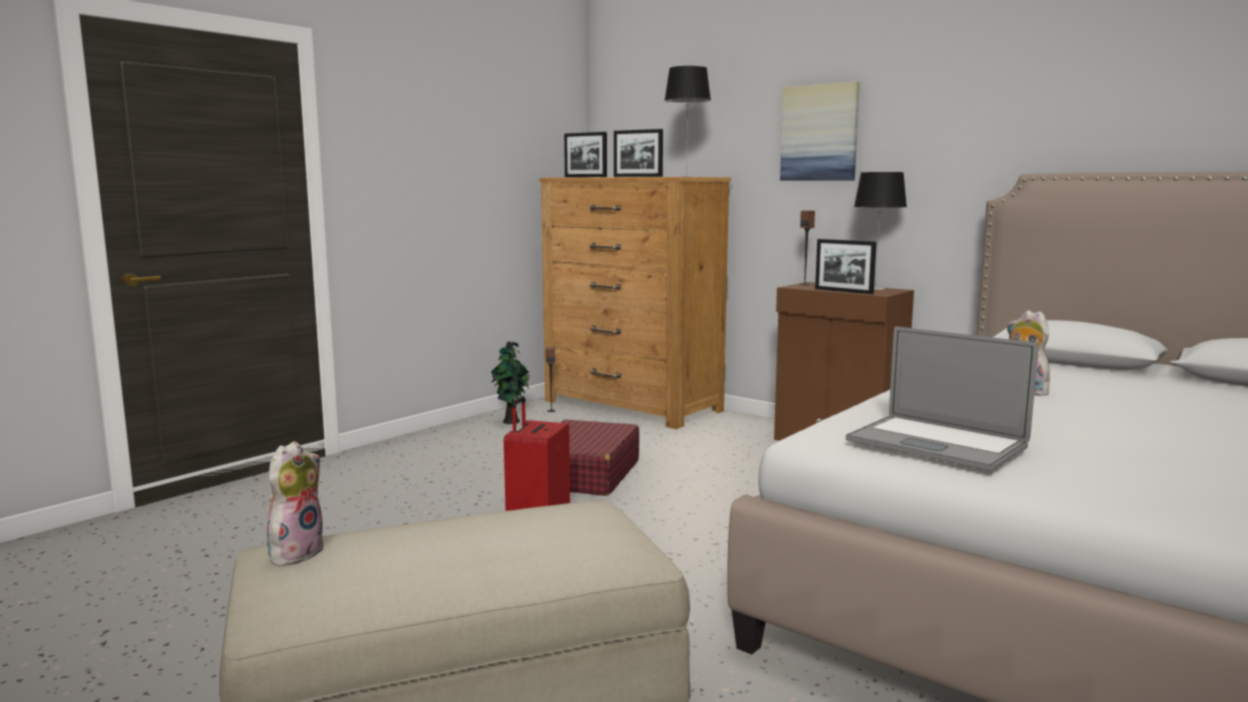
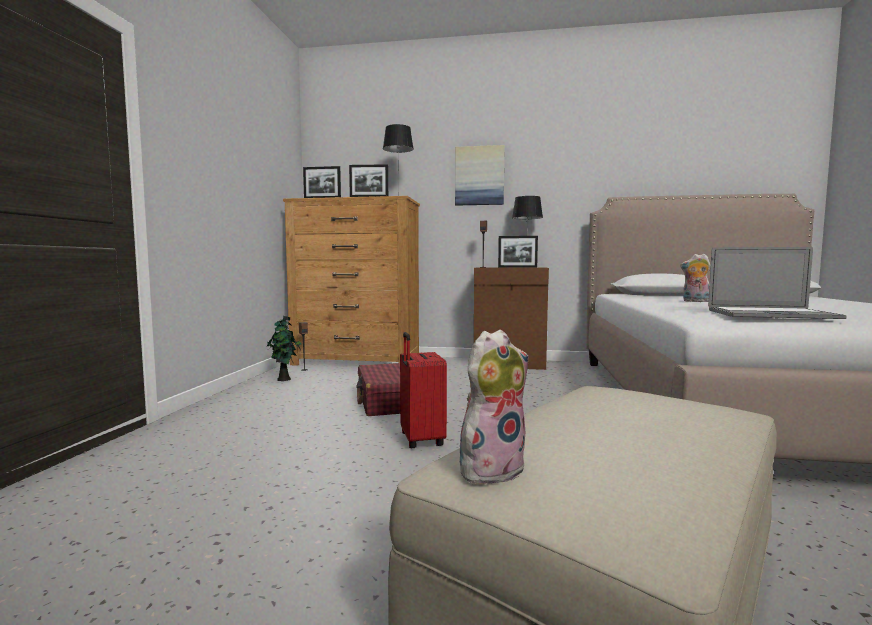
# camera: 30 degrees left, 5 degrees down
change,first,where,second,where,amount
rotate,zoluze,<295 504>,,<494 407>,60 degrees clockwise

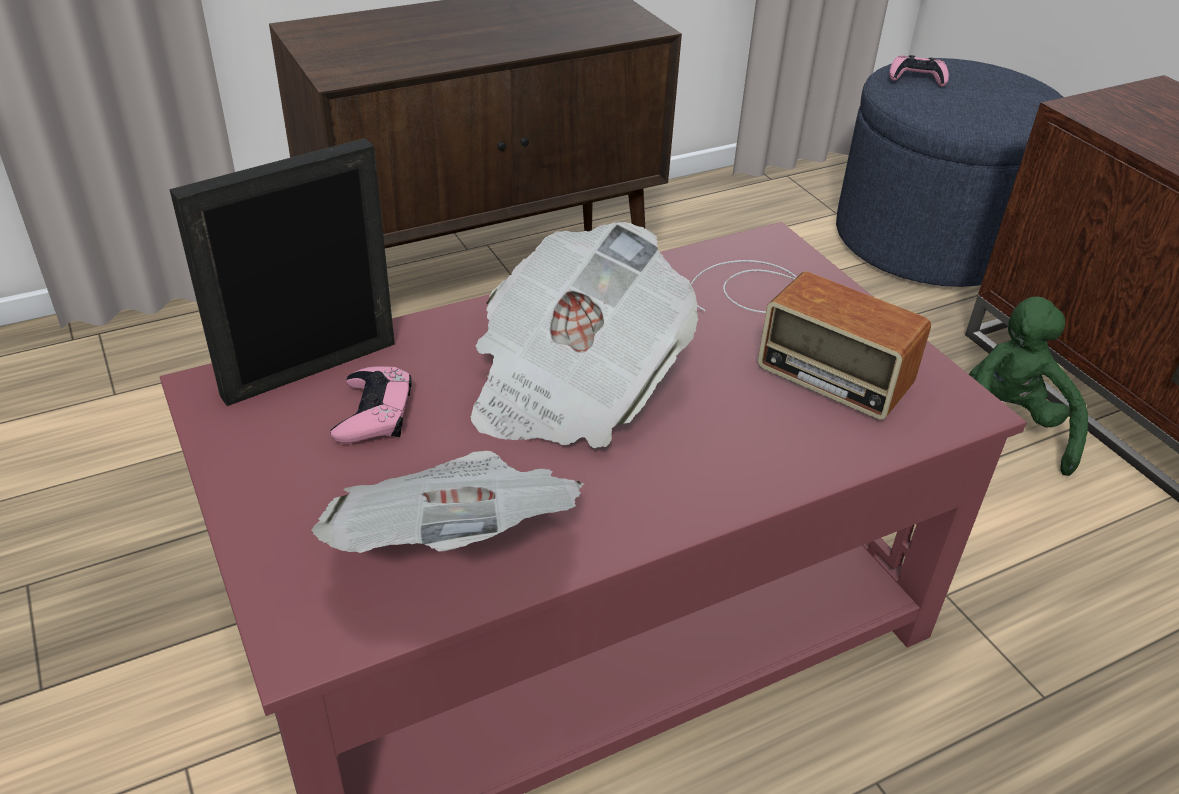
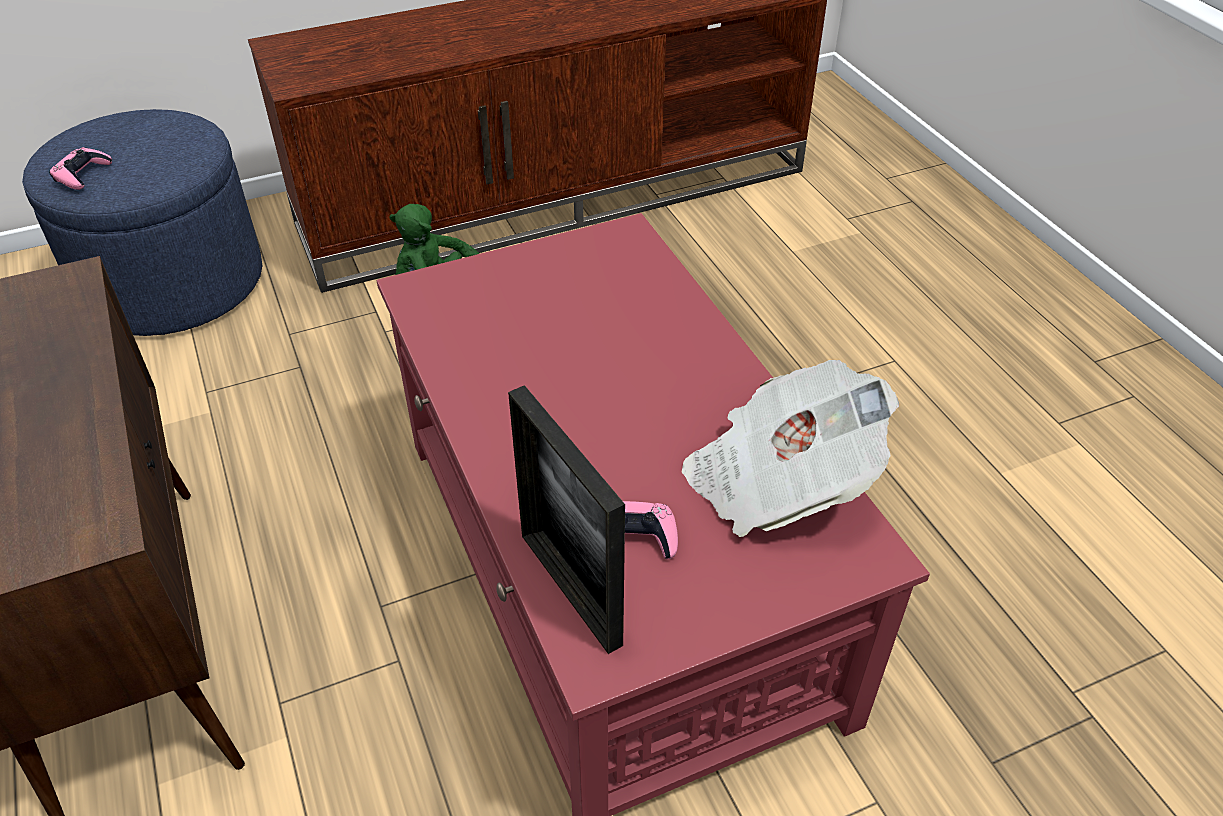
# camera: 85 degrees left, 5 degrees up
change,first,where,second,where,amount
delete,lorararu,<584 335>,,,
delete,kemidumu,<810 340>,,,

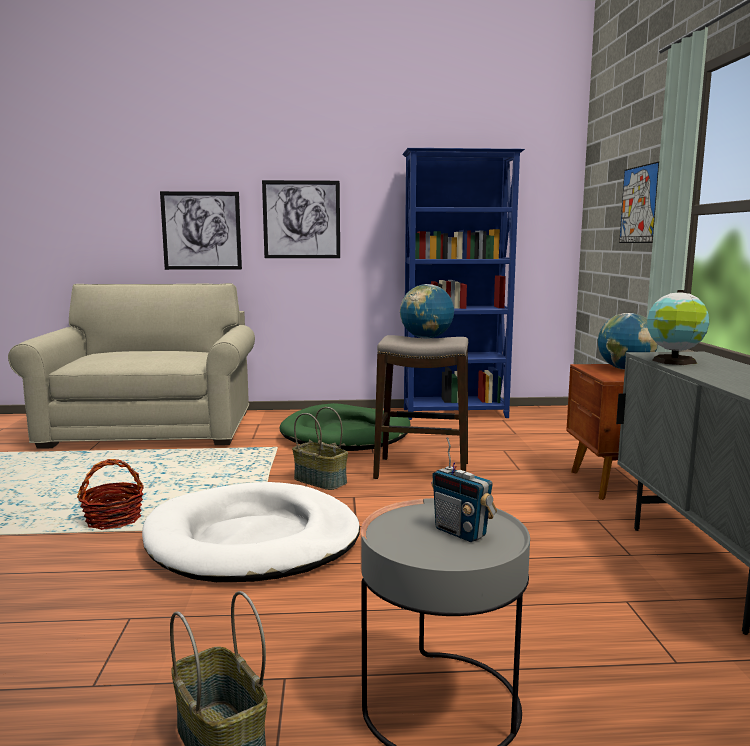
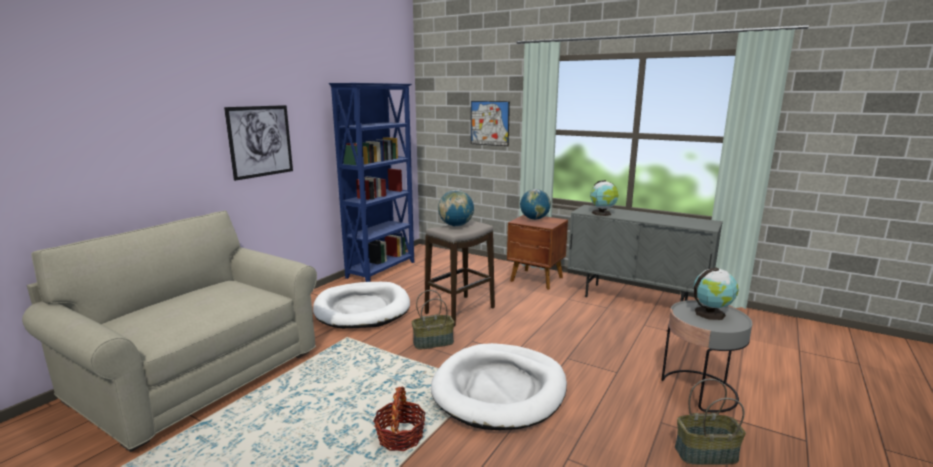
# camera: 55 degrees left, 5 degrees up
change,first,where,second,where,amount
recolor,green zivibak,<345 427>,white zivibak,<361 305>,
replace,kemidumu,<464 489>,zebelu,<716 293>,
delete,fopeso,<201 230>,,,

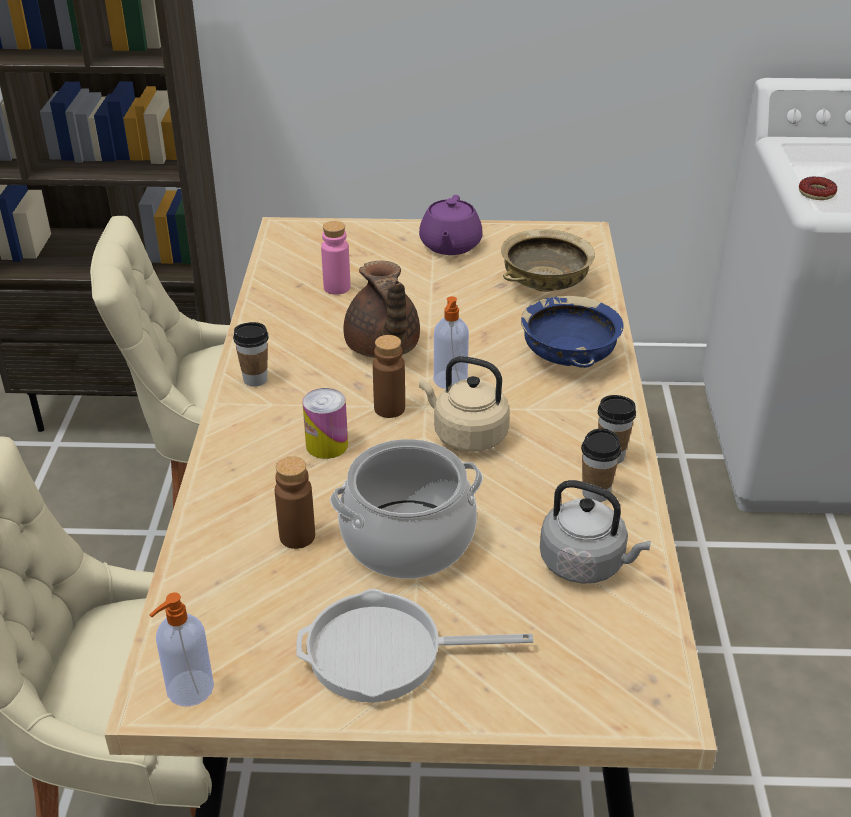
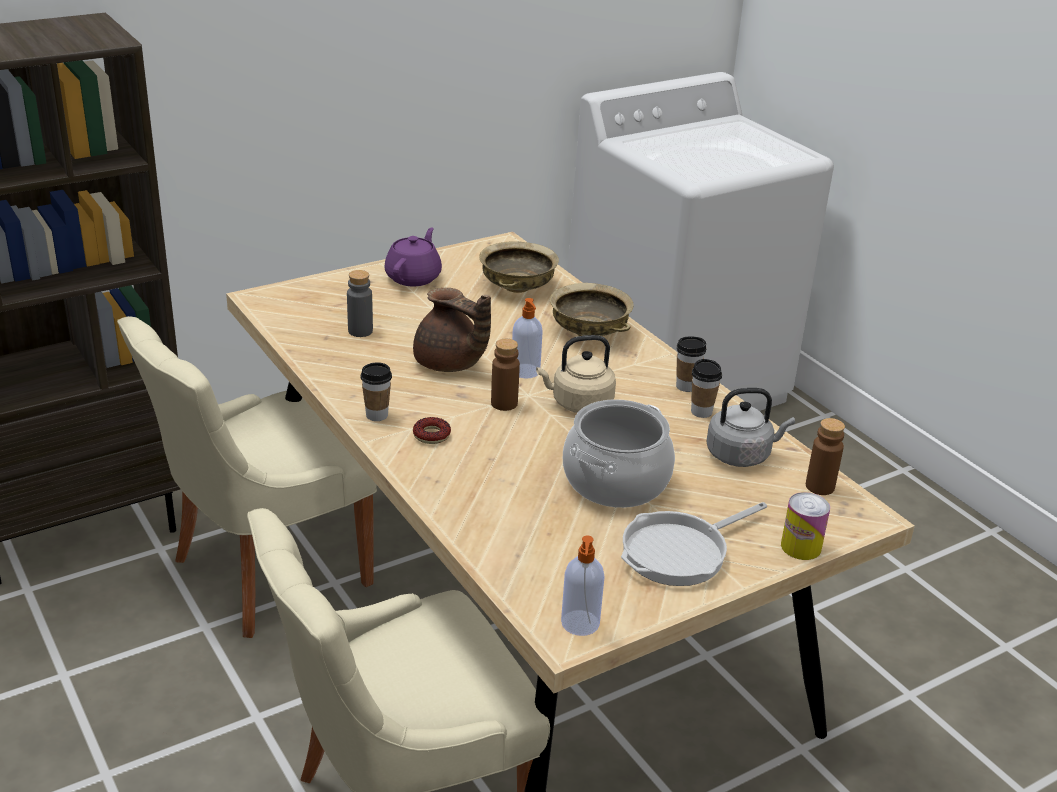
# camera: 35 degrees left, 5 degrees down
change,first,where,second,where,amount
recolor,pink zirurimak,<335 258>,grey zirurimak,<360 303>,
rotate,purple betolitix,<451 225>,,<413 256>,135 degrees counterclockwise
move,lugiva,<818 188>,,<432 430>,
recolor,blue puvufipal,<572 332>,beige puvufipal,<591 309>,
move,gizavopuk,<325 423>,,<805 526>,
move,brown zirurimak,<295 502>,,<825 456>,

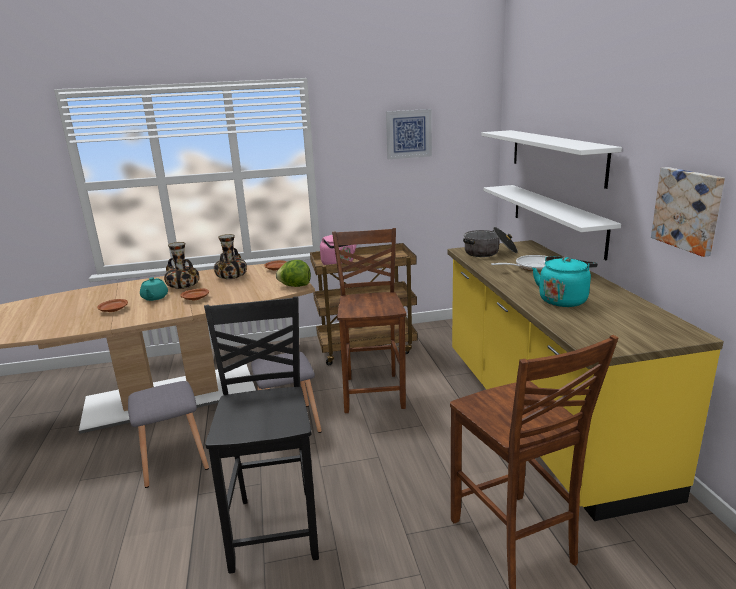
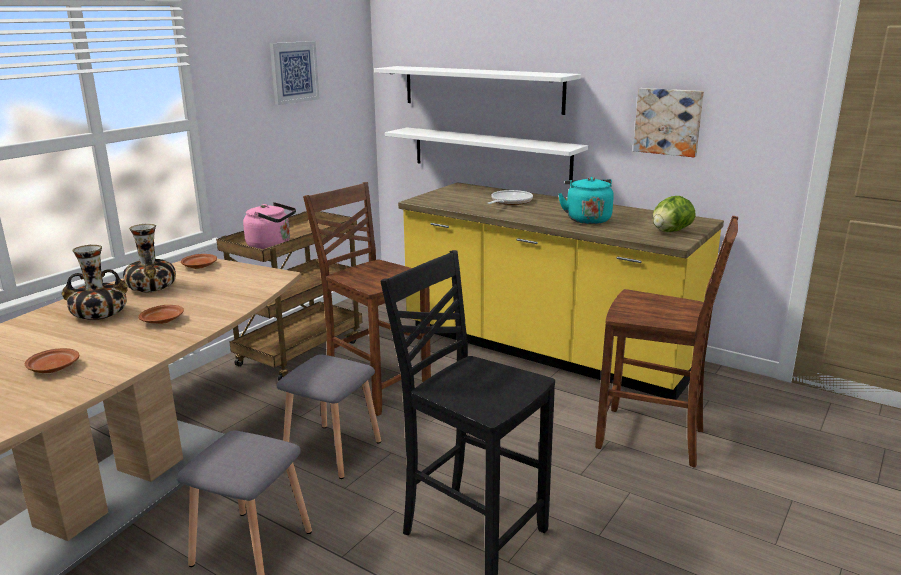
# camera: 45 degrees left, 0 degrees up
change,first,where,second,where,amount
move,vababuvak,<293 273>,,<674 214>,
delete,turquoise betolitix,<154 289>,,,
delete,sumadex,<490 242>,,,

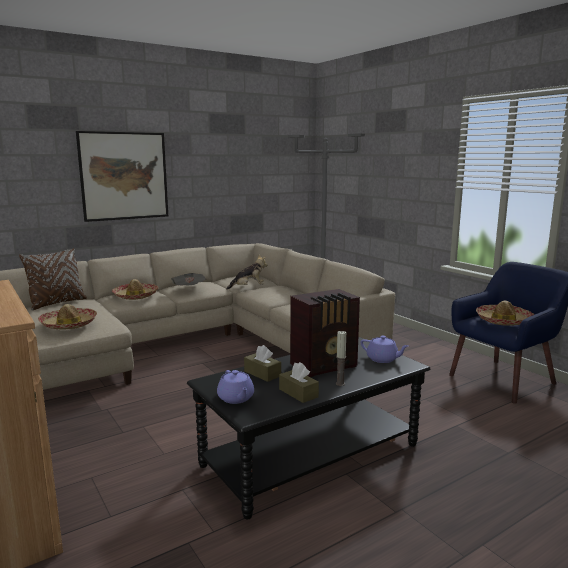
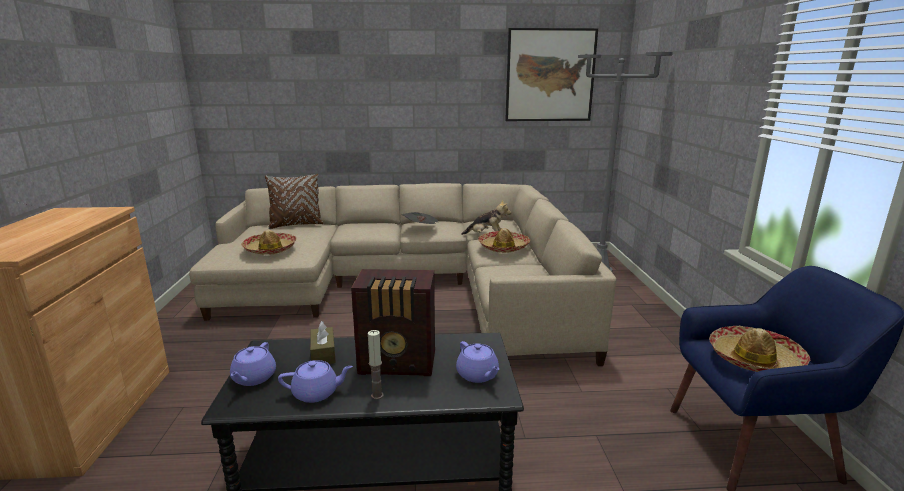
# camera: 30 degrees right, 5 degrees up
change,first,where,second,where,amount
replace,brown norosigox,<299 382>,purple betolitix,<315 381>,
move,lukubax,<135 289>,,<504 240>,
move,fopeso,<122 176>,,<551 74>,

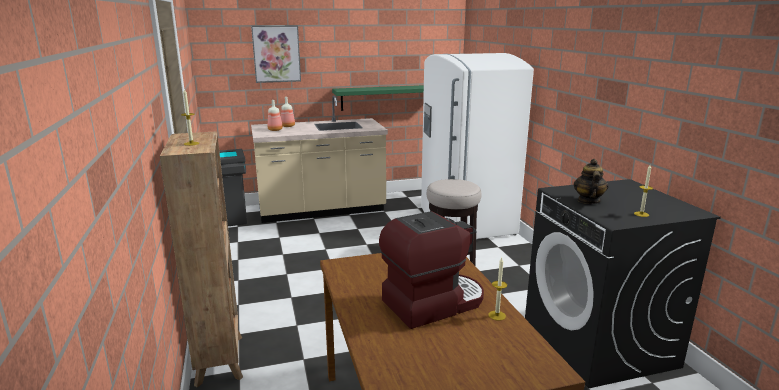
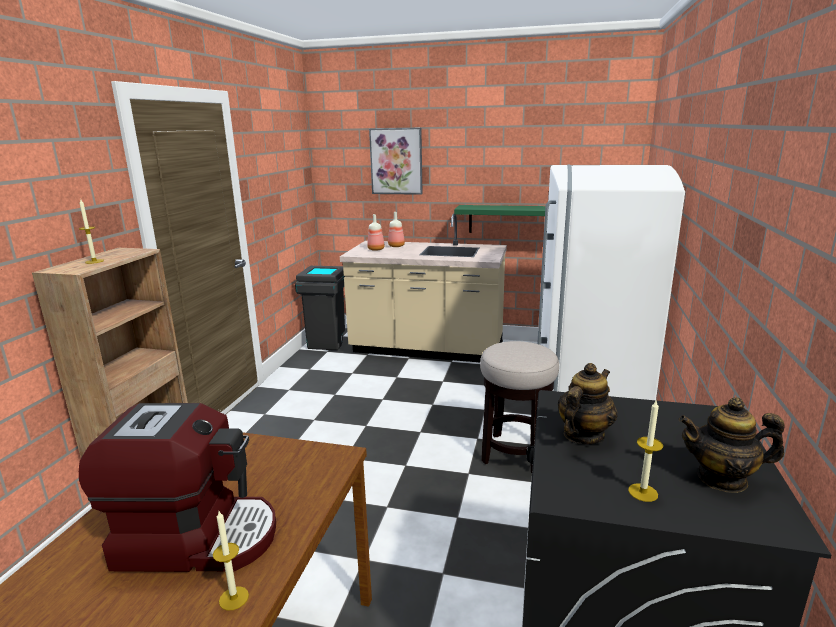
# camera: 30 degrees right, 0 degrees up
change,first,where,second,where,amount
insert,,,betolitix,<732 445>,

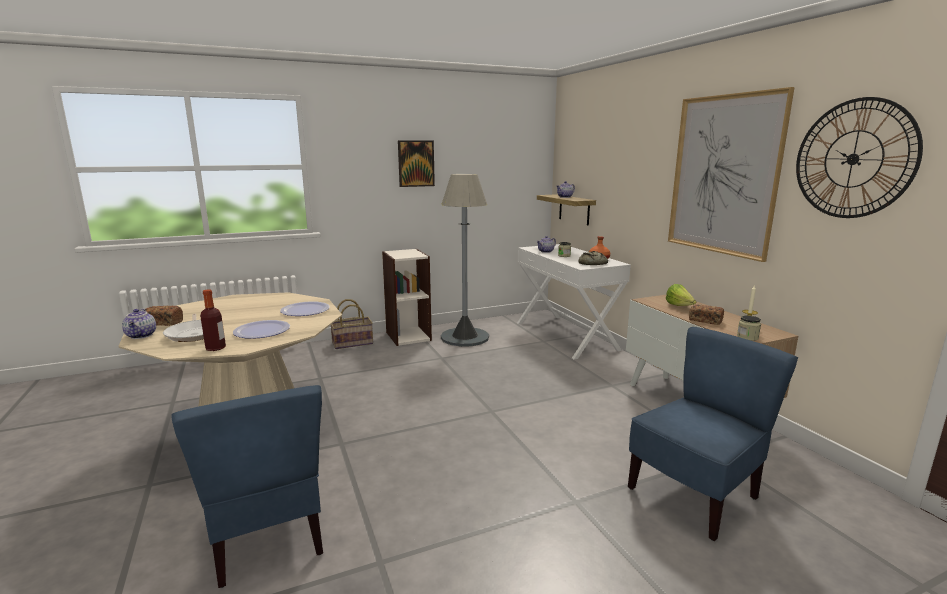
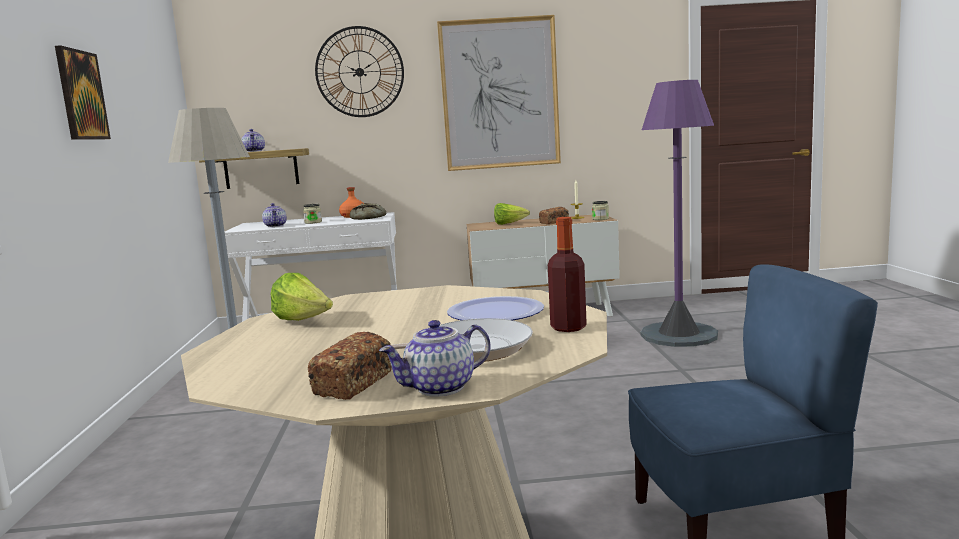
# camera: 70 degrees left, 5 degrees down
change,first,where,second,where,amount
insert,,,vababuvak,<301 297>,
move,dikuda,<859 157>,,<359 71>,
rotate,betolitix,<139 324>,,<435 358>,150 degrees clockwise
replace,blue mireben,<713 434>,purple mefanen,<679 213>,
delete,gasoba,<305 308>,,,
delete,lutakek,<352 324>,,,
delete,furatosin,<407 297>,,,

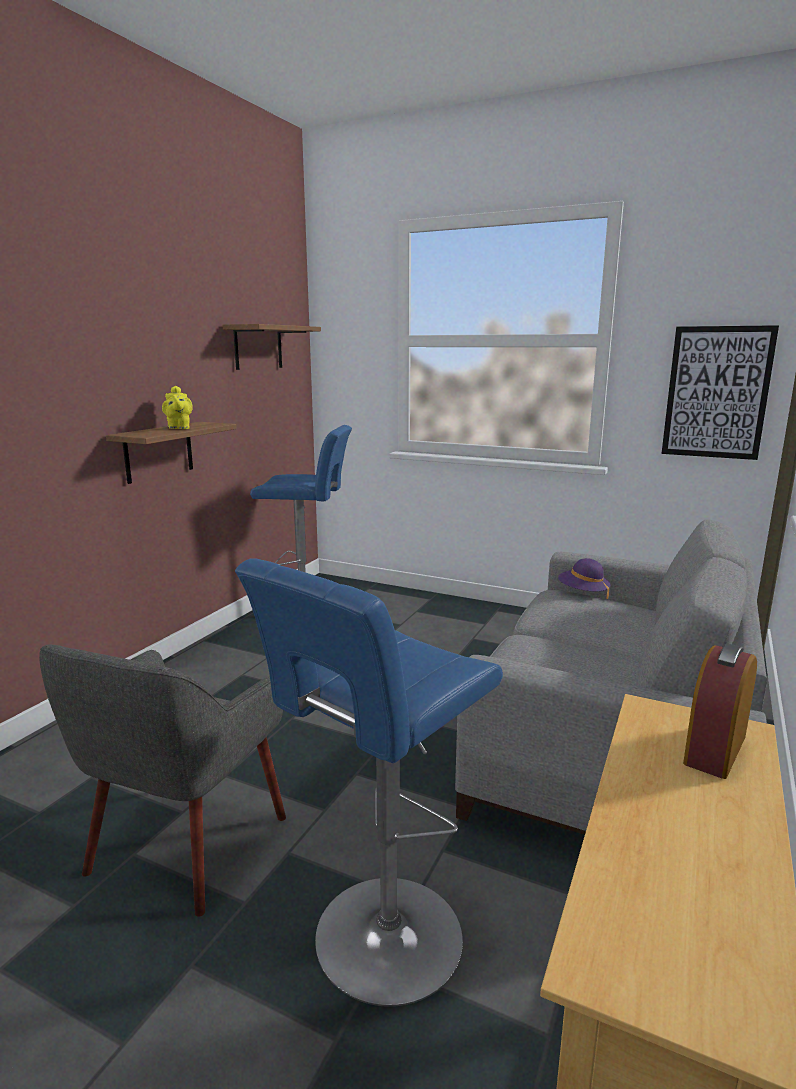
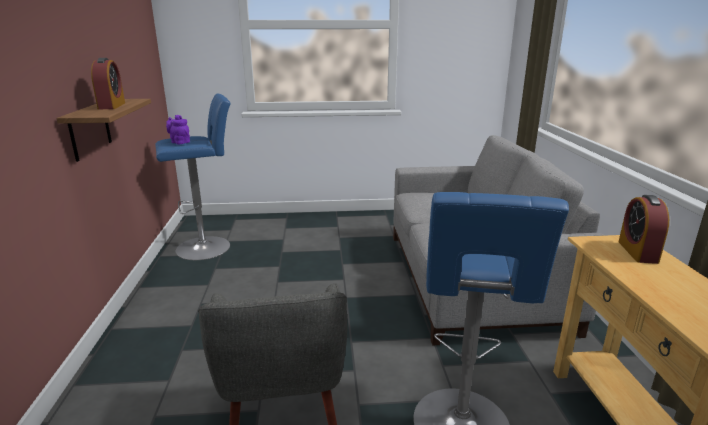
# camera: 30 degrees left, 5 degrees up
change,first,where,second,where,amount
replace,yellow betolitix,<177 407>,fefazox,<108 83>,
insert,,,purple betolitix,<178 129>,
delete,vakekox,<271 347>,,,
delete,purple lukubax,<584 578>,,,
delete,fopeso,<720 392>,,,

